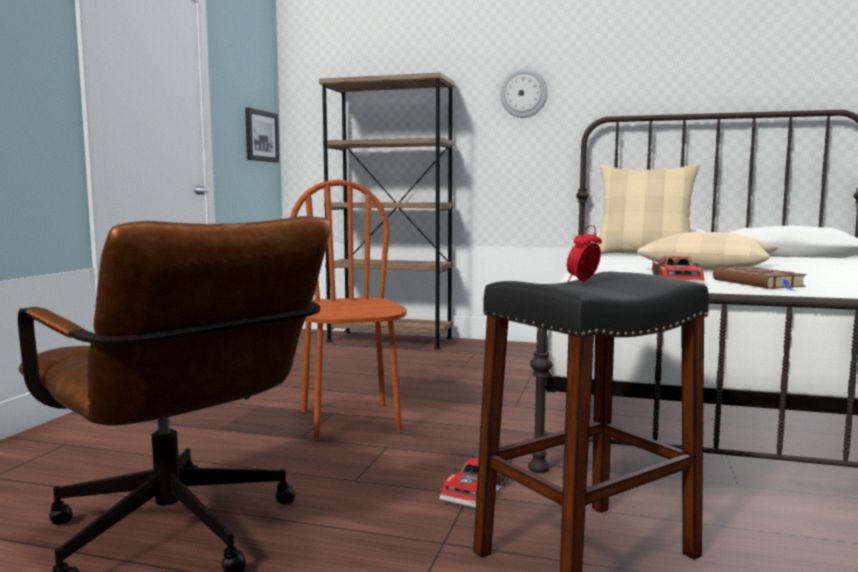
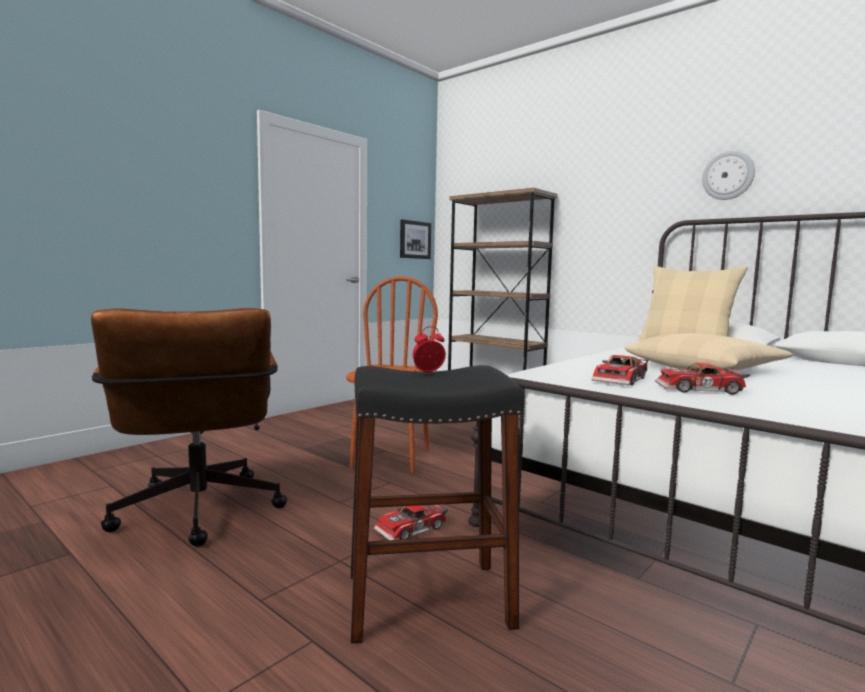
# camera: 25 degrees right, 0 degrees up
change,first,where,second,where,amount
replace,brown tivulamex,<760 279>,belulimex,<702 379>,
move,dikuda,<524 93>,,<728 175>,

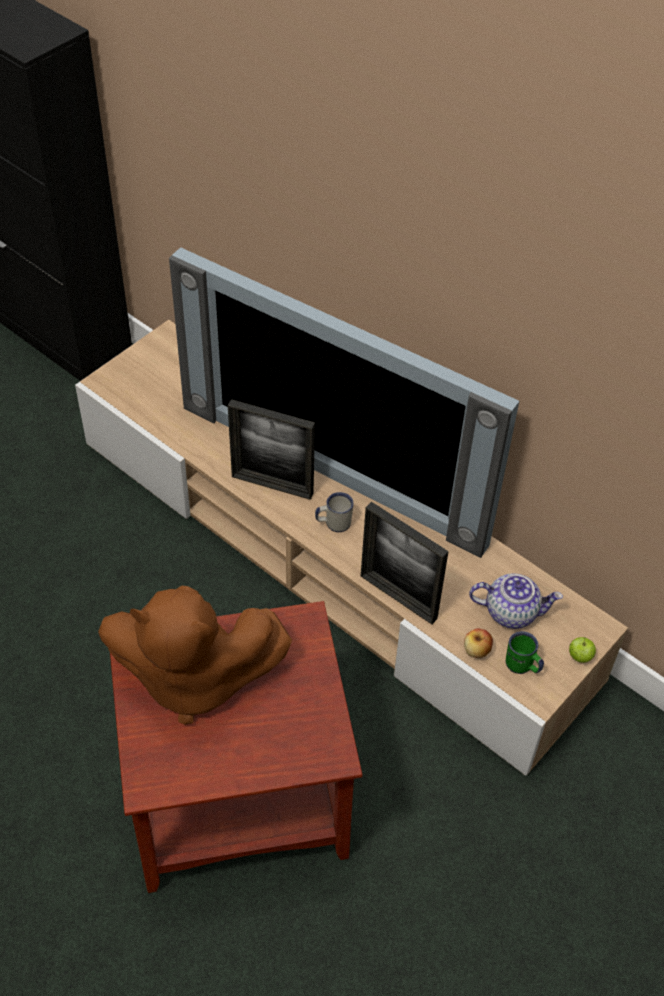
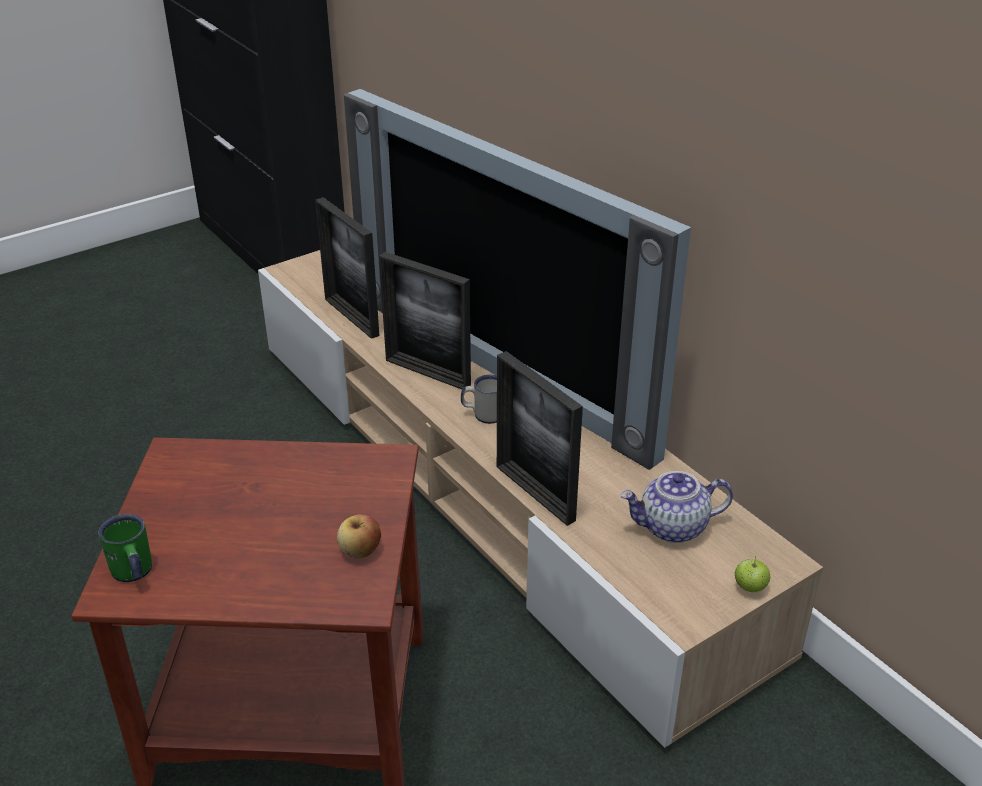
# camera: 15 degrees right, 15 degrees down
change,first,where,second,where,amount
move,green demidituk,<525 652>,,<125 548>,
insert,,,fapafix,<347 268>,
move,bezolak,<478 643>,,<359 536>,
rotate,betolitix,<516 601>,,<676 507>,150 degrees clockwise
delete,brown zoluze,<195 654>,,,

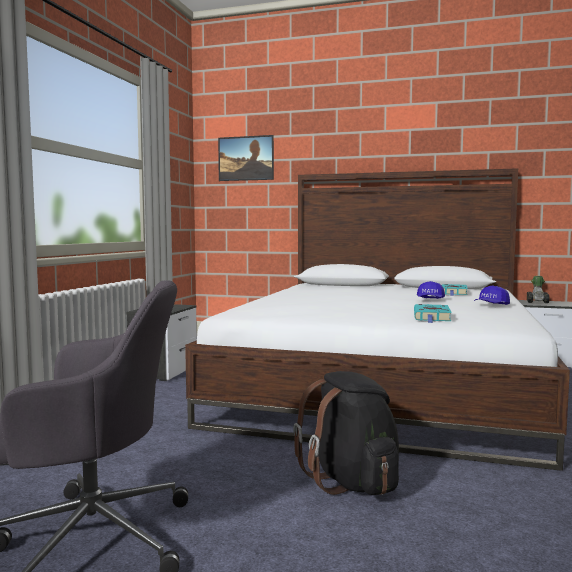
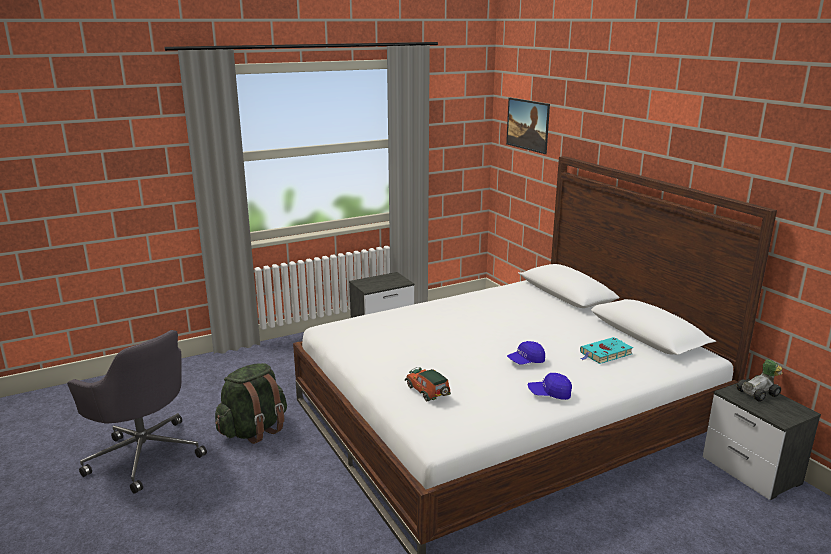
# camera: 45 degrees right, 15 degrees up
change,first,where,second,where,amount
insert,,,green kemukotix,<251 403>,
replace,turquoise tivulamex,<433 313>,belulimex,<428 384>,
delete,black kemukotix,<346 433>,,,

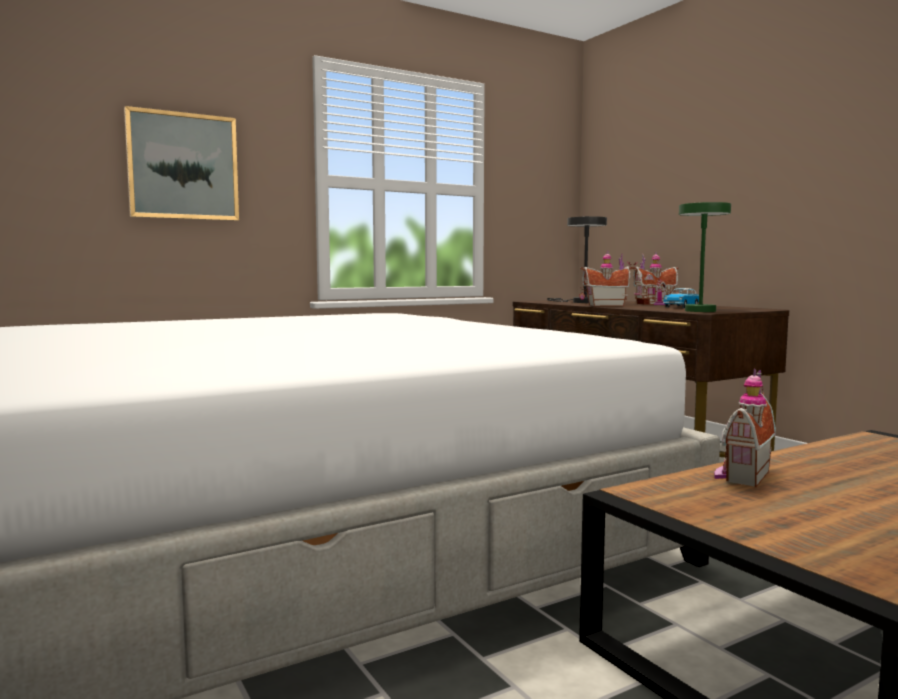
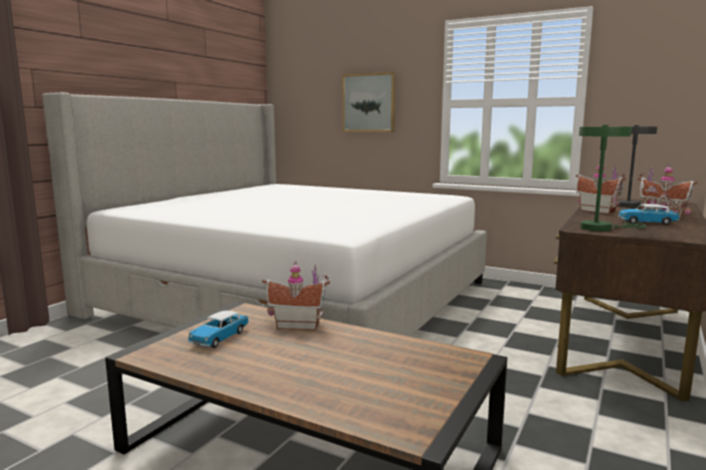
# camera: 60 degrees right, 5 degrees up
change,first,where,second,where,amount
insert,,,belulimex,<218 329>,

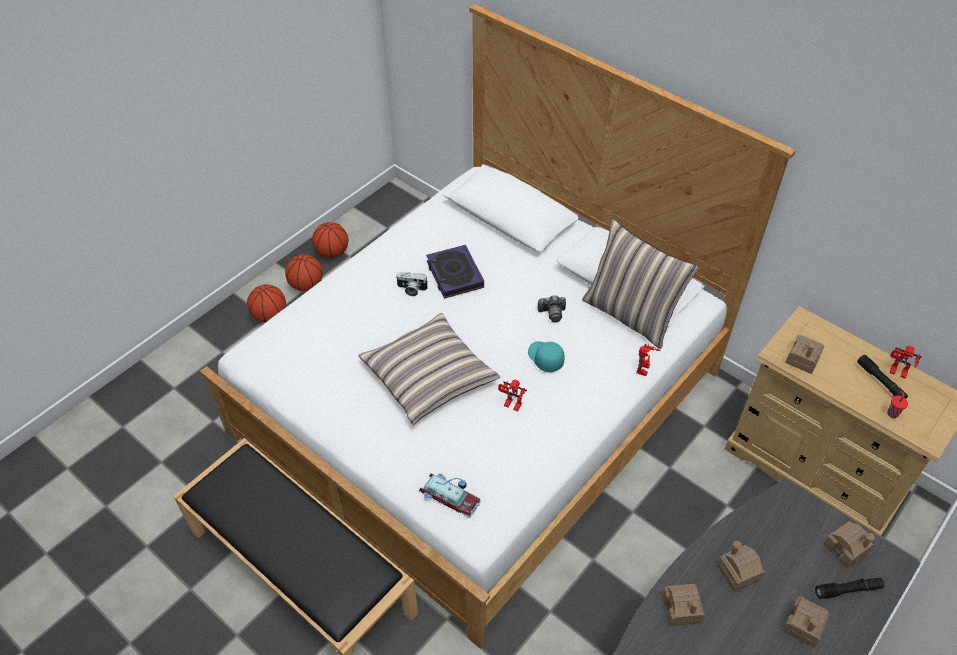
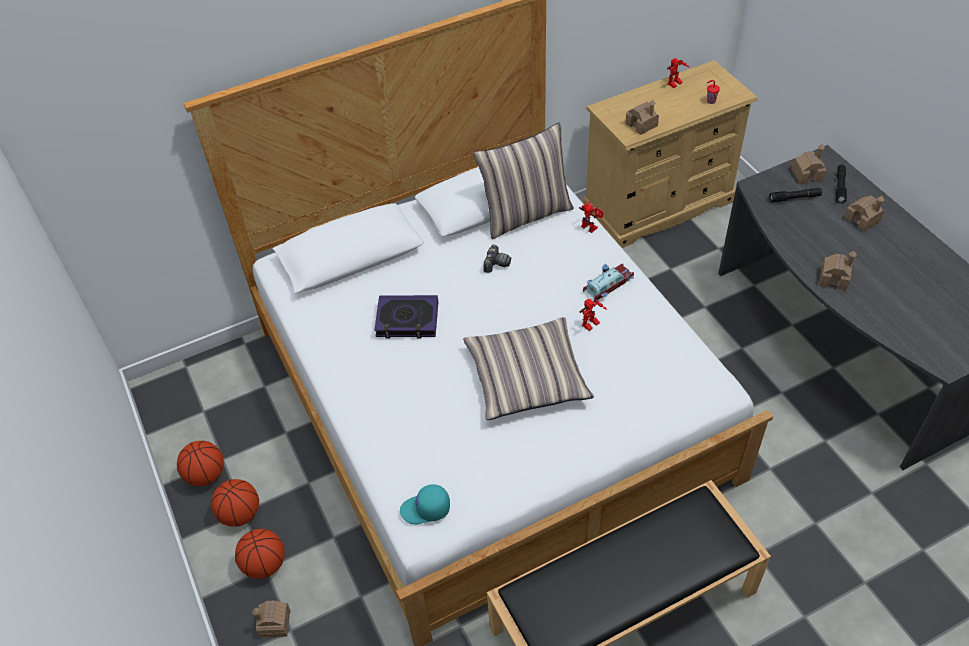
# camera: 65 degrees left, 0 degrees up
change,first,where,second,where,amount
move,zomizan,<741 566>,,<271 618>,
move,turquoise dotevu,<546 356>,,<425 504>,
move,belulimex,<450 495>,,<608 282>,
move,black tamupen,<882 377>,,<795 195>,
delete,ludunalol,<412 284>,,,

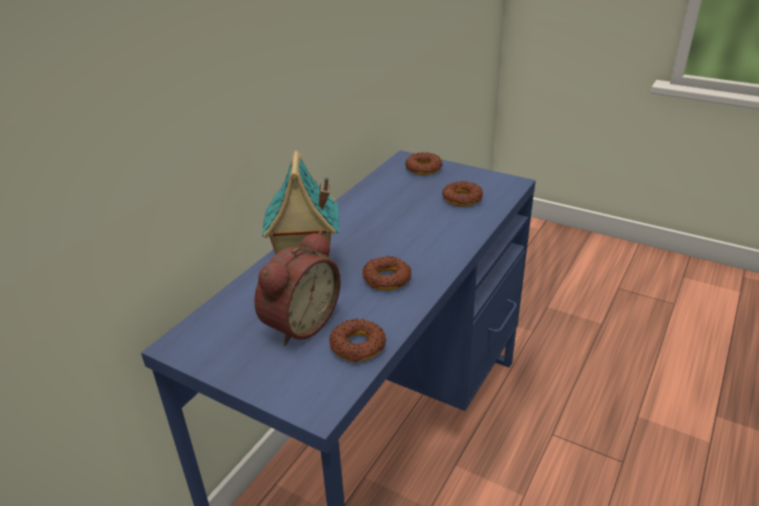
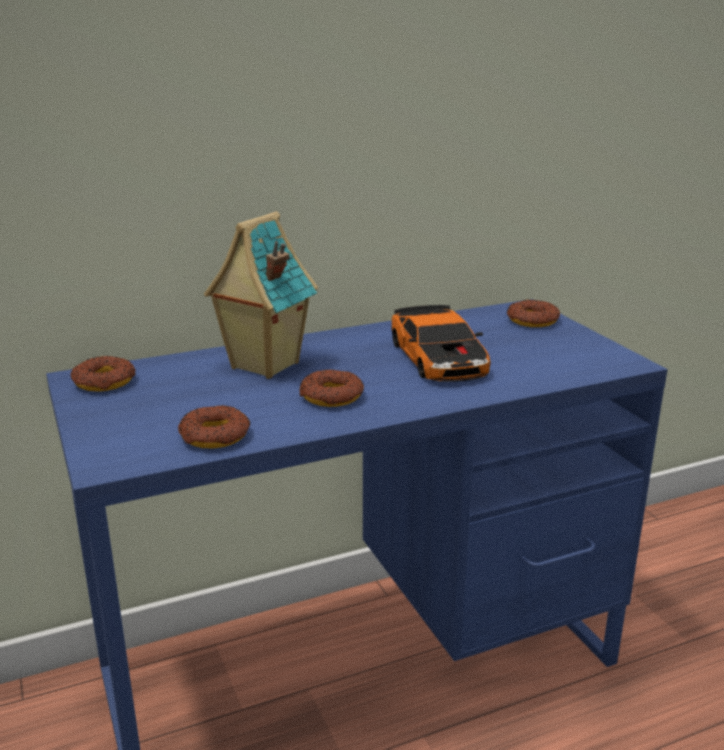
# camera: 35 degrees right, 10 degrees down
change,first,where,second,where,amount
move,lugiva,<462 193>,,<103 374>,
insert,,,belulimex,<441 343>,
delete,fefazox,<297 288>,,,

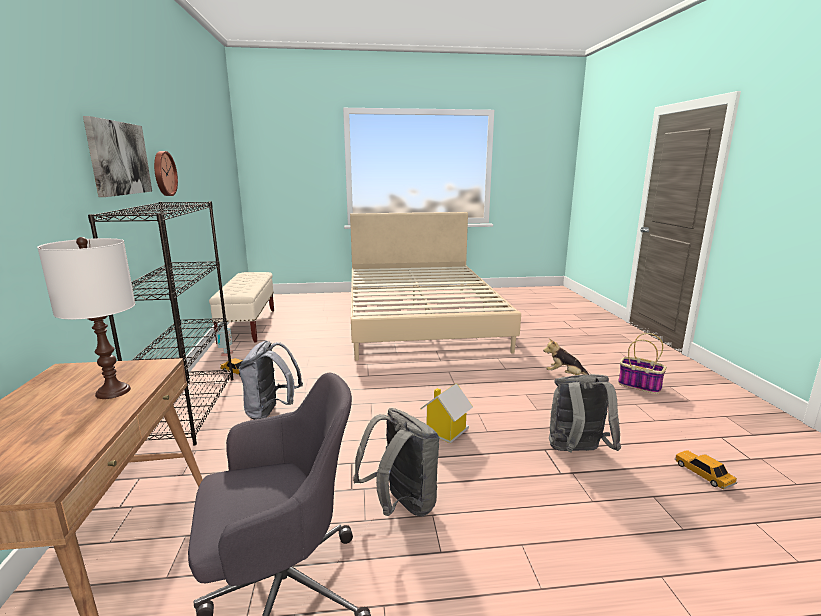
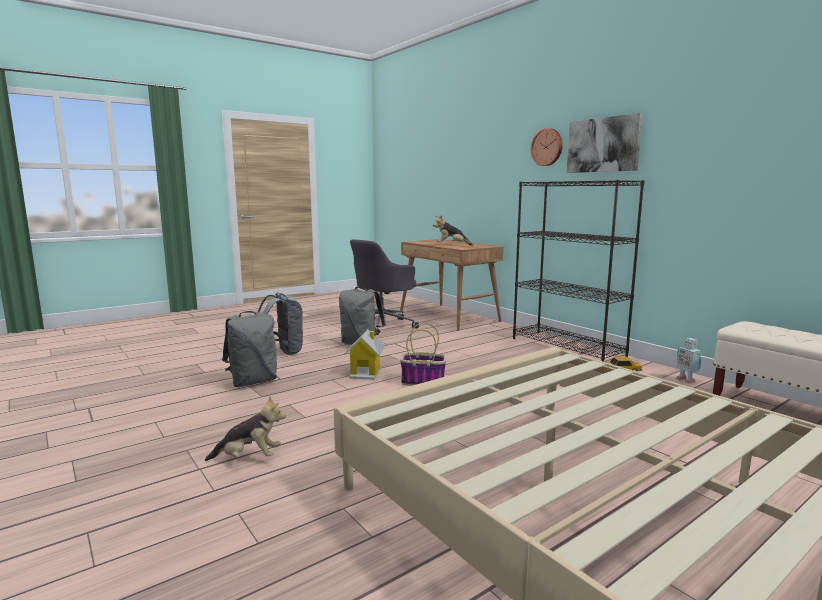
# camera: 150 degrees right, 5 degrees down
change,first,where,second,where,amount
move,grey kemukotix,<271 380>,,<280 323>,
move,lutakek,<642 363>,,<423 354>,
replace,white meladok,<86 318>,zoluze,<453 231>,
move,dikuda,<166 173>,,<547 147>,
delete,belulimex,<706 470>,,,

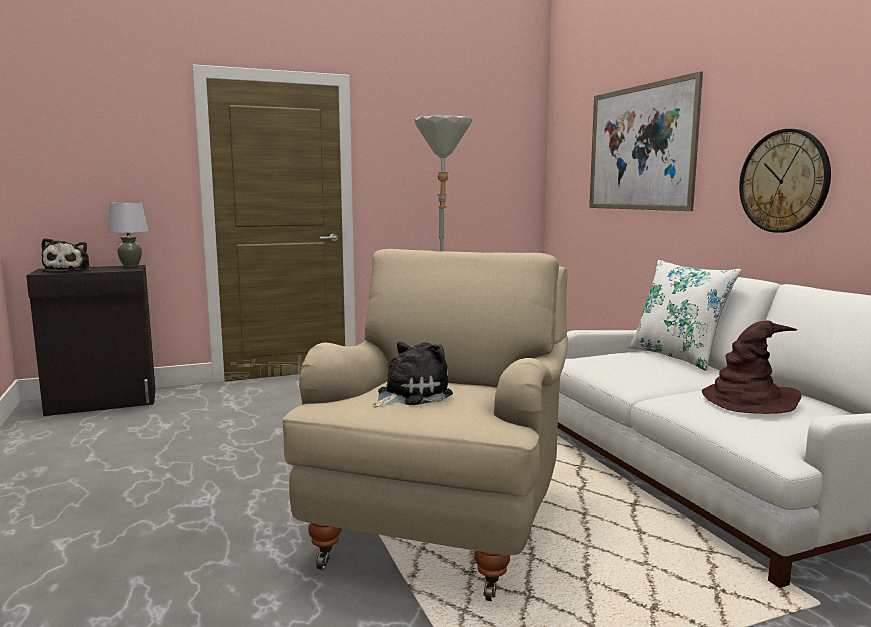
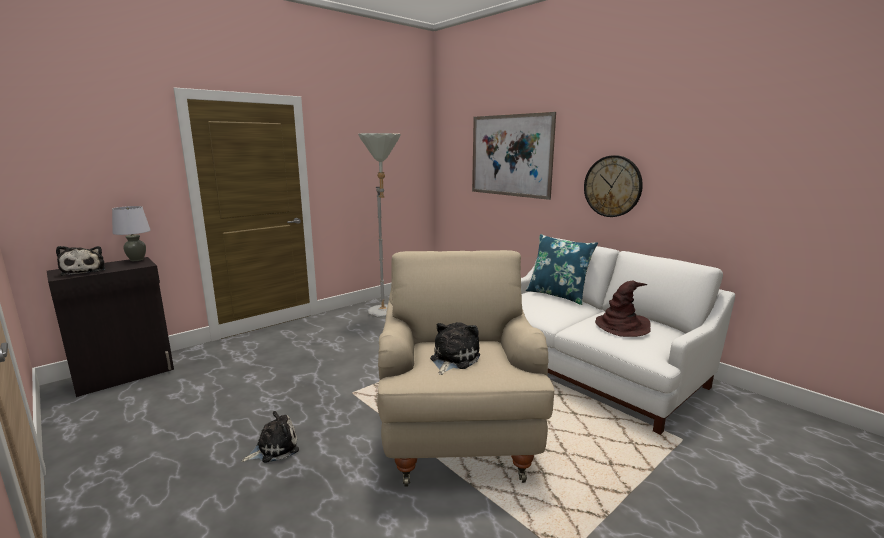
# camera: 20 degrees left, 5 degrees up
change,first,where,second,where,amount
insert,,,zoluze,<270 437>,
recolor,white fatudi,<685 315>,blue fatudi,<562 269>,

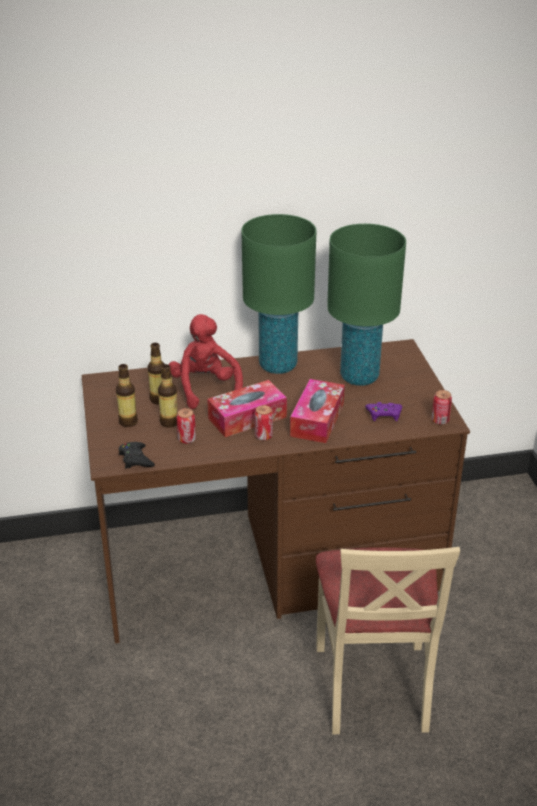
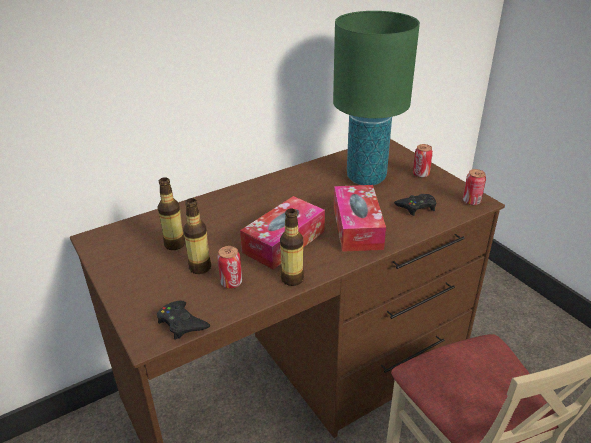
# camera: 20 degrees left, 0 degrees up
change,first,where,second,where,amount
move,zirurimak,<127 395>,,<292 247>,
recolor,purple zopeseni,<383 411>,black zopeseni,<415 205>,
move,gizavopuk,<263 423>,,<423 161>,
delete,red zoluze,<206 361>,,,
delete,green meladok,<279 294>,,,

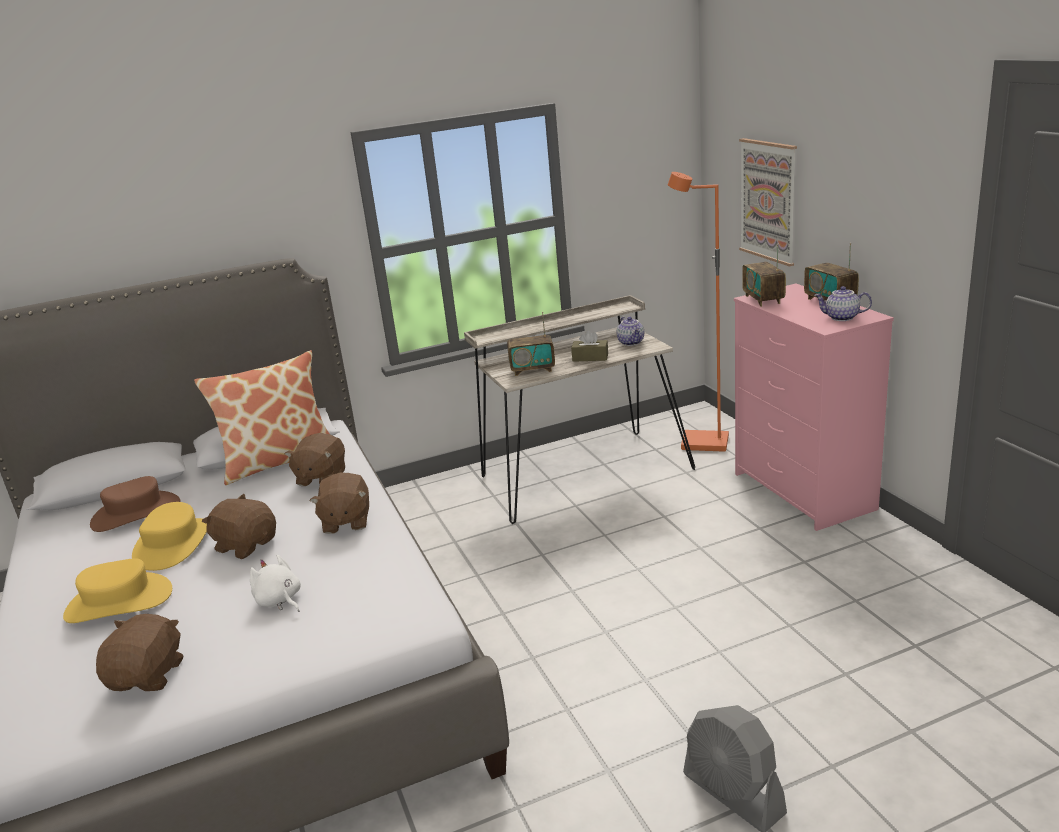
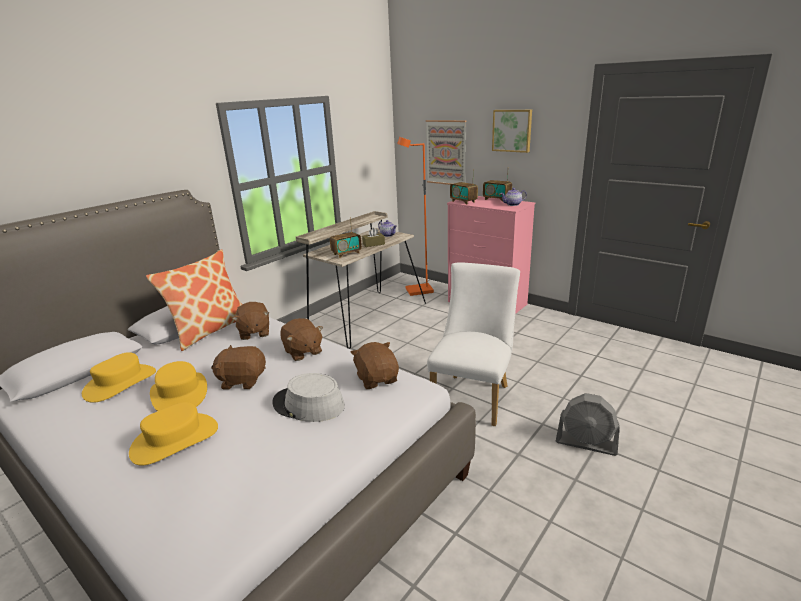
# camera: 30 degrees left, 0 degrees up
change,first,where,second,where,amount
recolor,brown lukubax,<135 504>,yellow lukubax,<119 377>,
replace,white zoluze,<275 583>,grey lukubax,<309 397>,
move,brown zoluze,<139 652>,,<374 365>,
insert,,,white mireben,<473 344>,
insert,,,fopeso,<512 131>,

